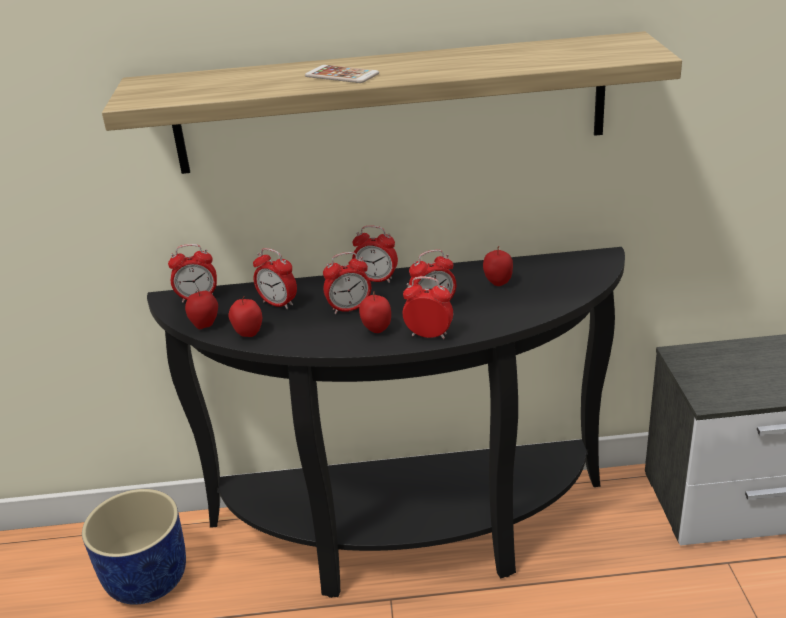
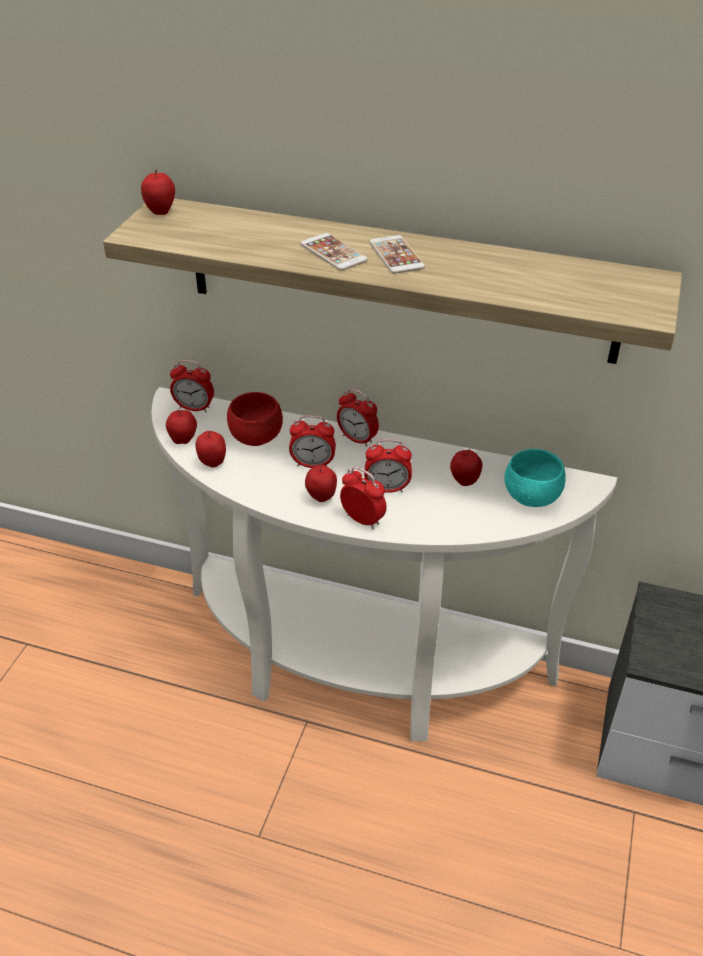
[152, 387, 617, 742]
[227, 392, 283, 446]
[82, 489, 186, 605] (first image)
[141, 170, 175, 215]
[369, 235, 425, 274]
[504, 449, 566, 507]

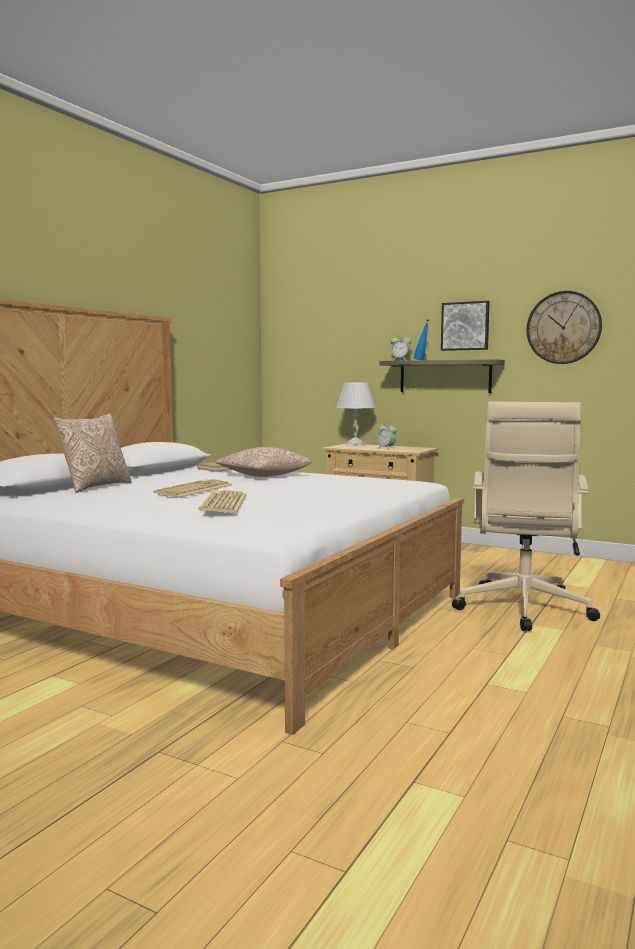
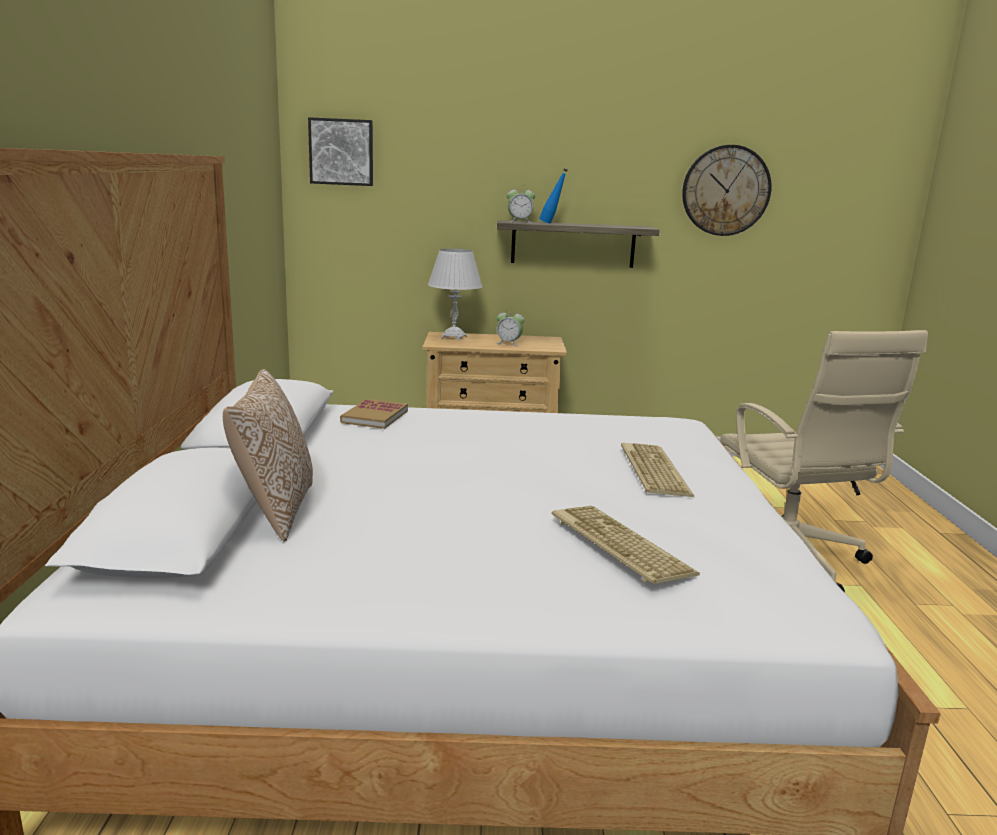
[308, 117, 373, 186]
[215, 447, 311, 477] (first image)
[621, 443, 694, 497]

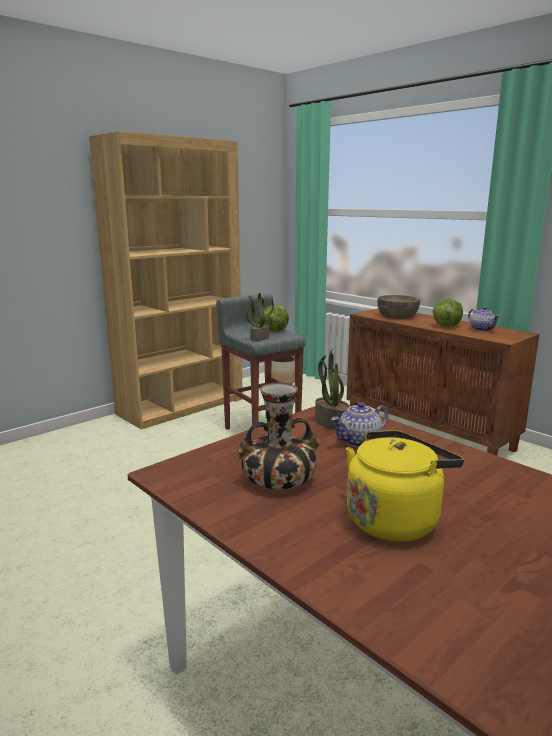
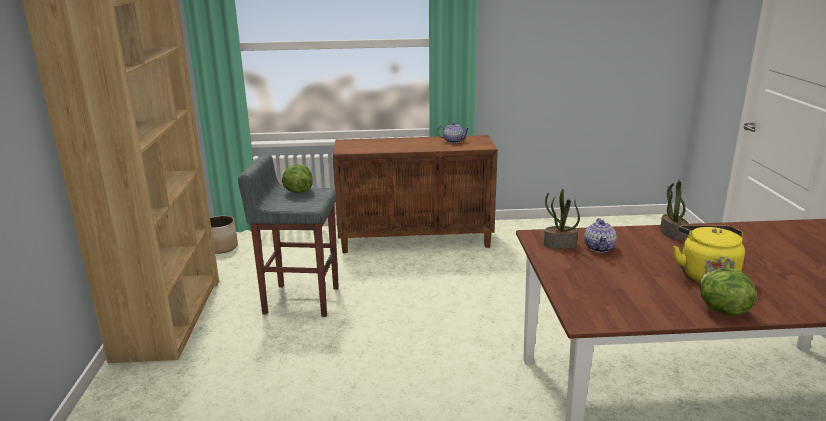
[660, 179, 689, 240]
[377, 295, 420, 319] (first image)
[700, 268, 756, 316]
[237, 382, 319, 490] (first image)

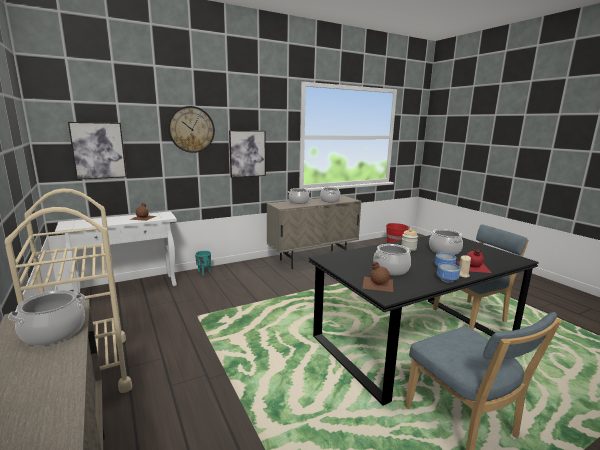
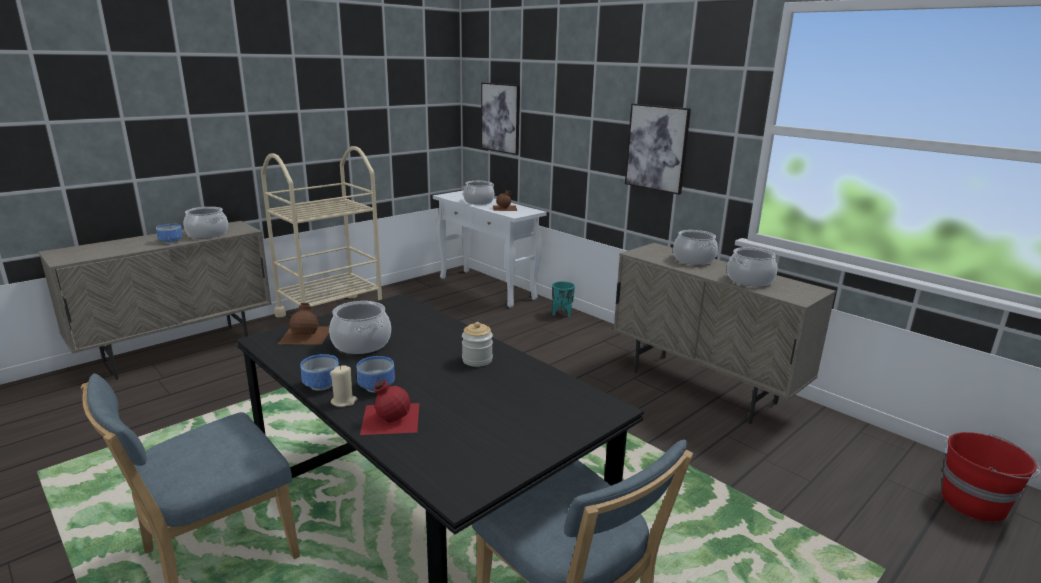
[168, 106, 215, 153] (first image)
[463, 181, 494, 205]
[156, 224, 183, 244]

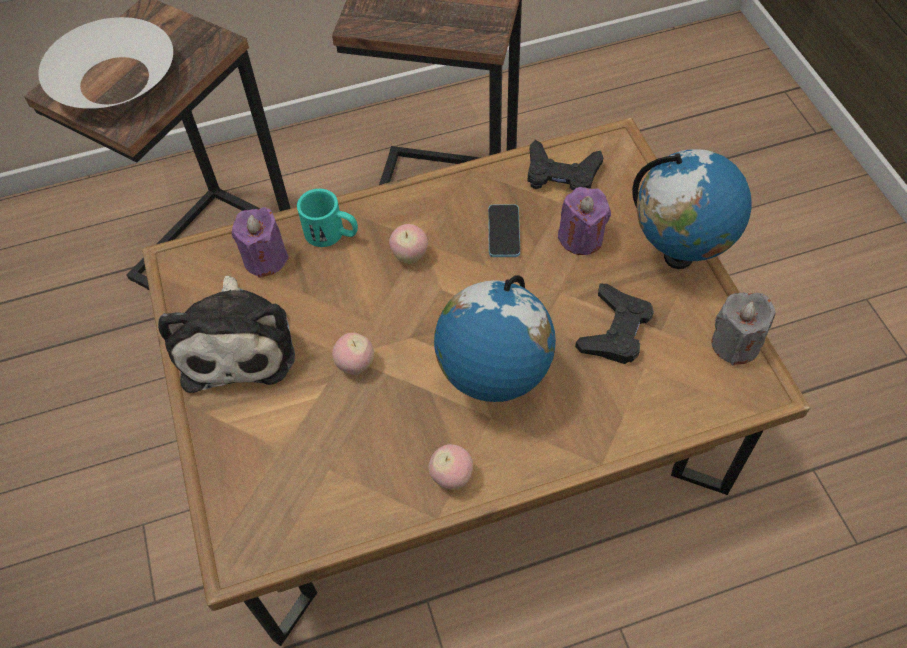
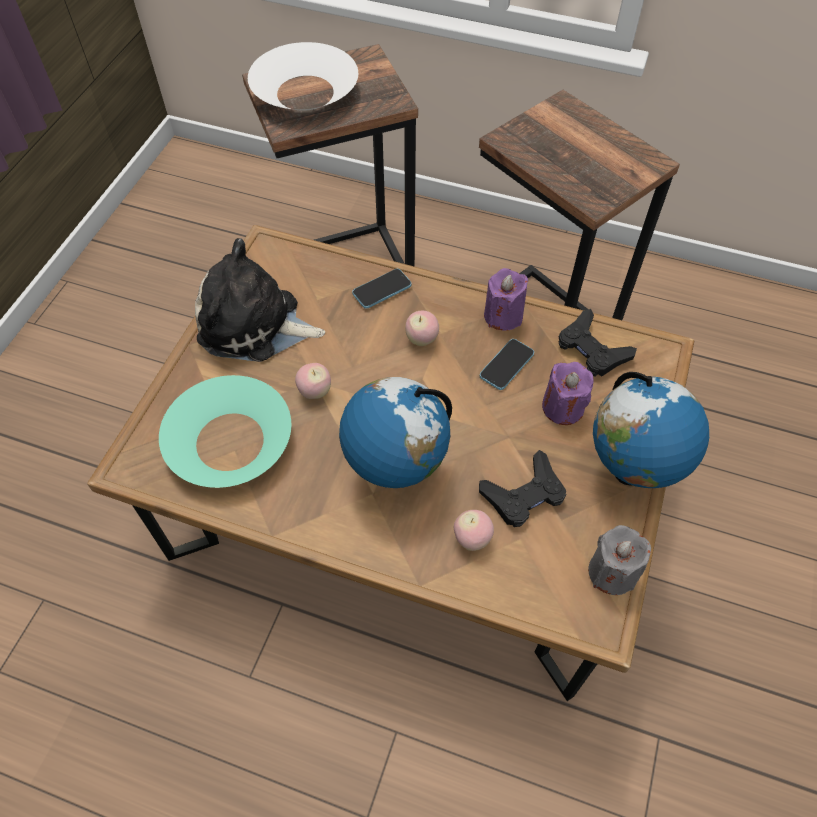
[352, 269, 411, 309]
[484, 268, 528, 331]
[195, 238, 325, 362]
[454, 510, 494, 551]
[159, 375, 291, 488]

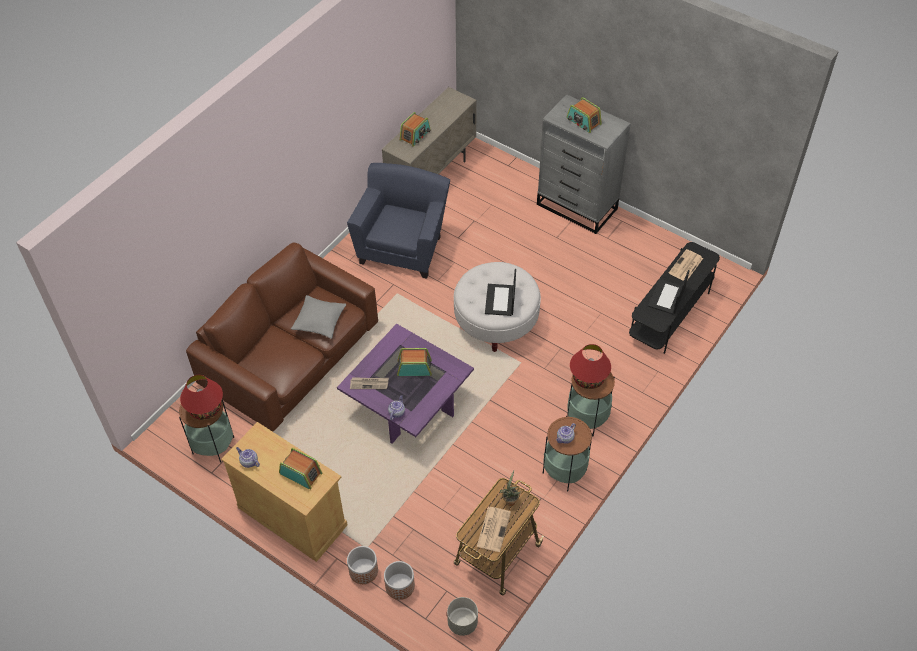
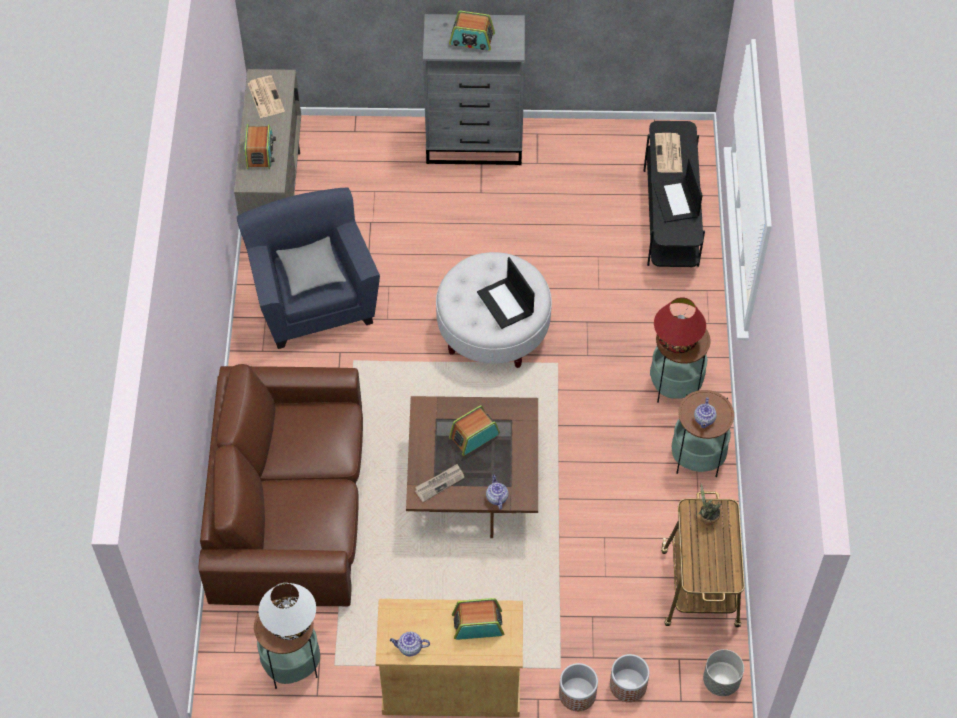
[276, 236, 346, 296]
[406, 396, 538, 538]
[259, 583, 316, 640]
[248, 75, 285, 118]

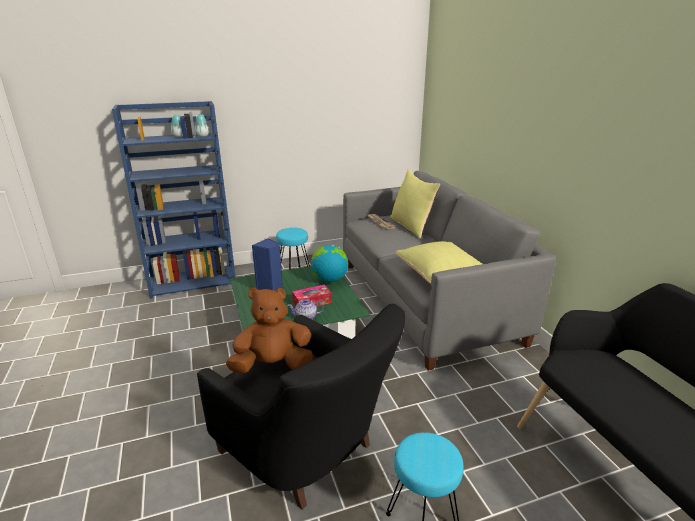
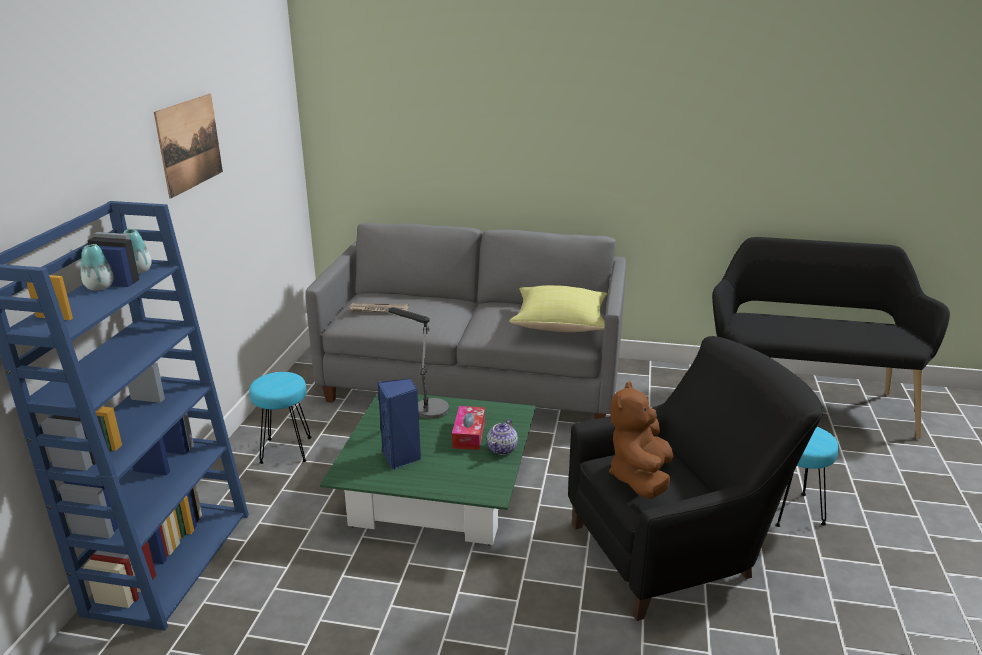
[390, 169, 440, 239] (first image)
[388, 307, 449, 419]
[154, 94, 223, 199]

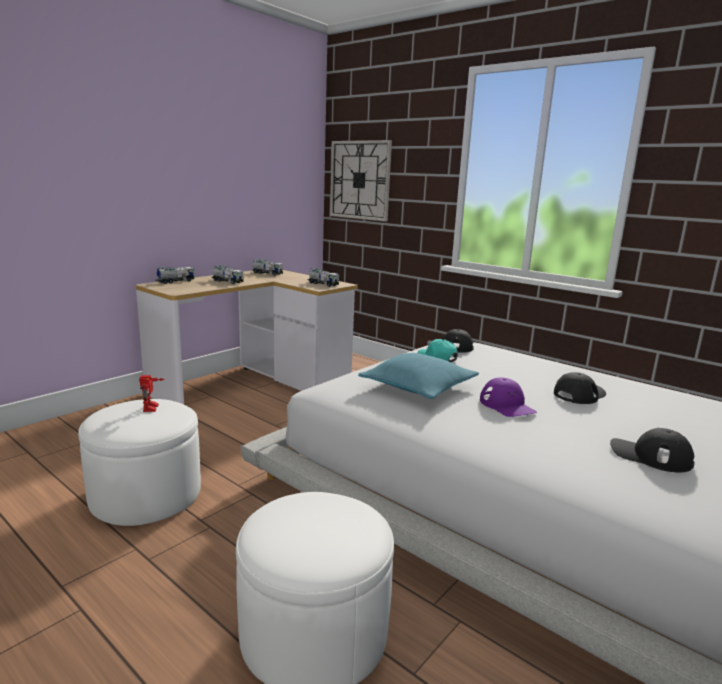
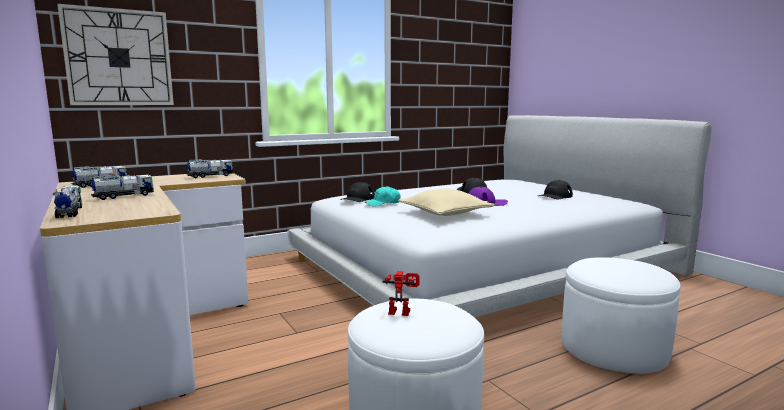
[398, 189, 495, 216]

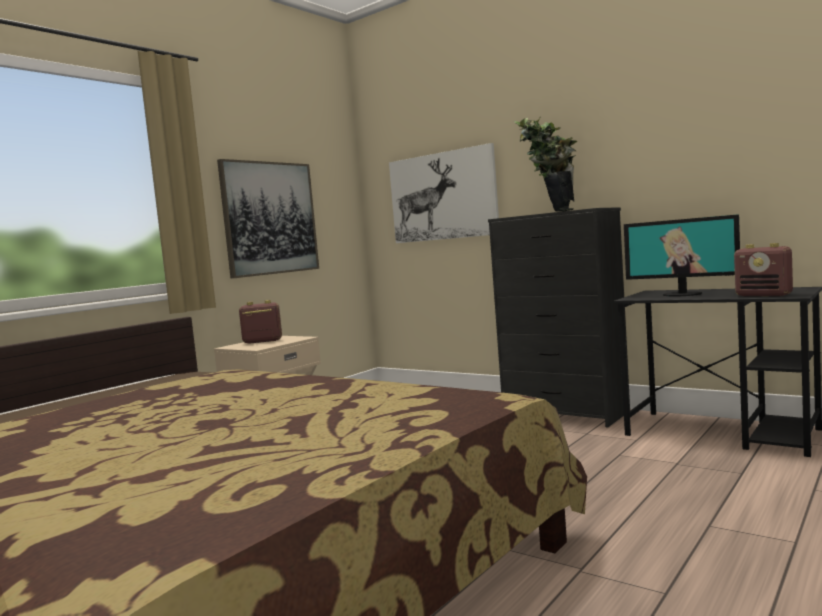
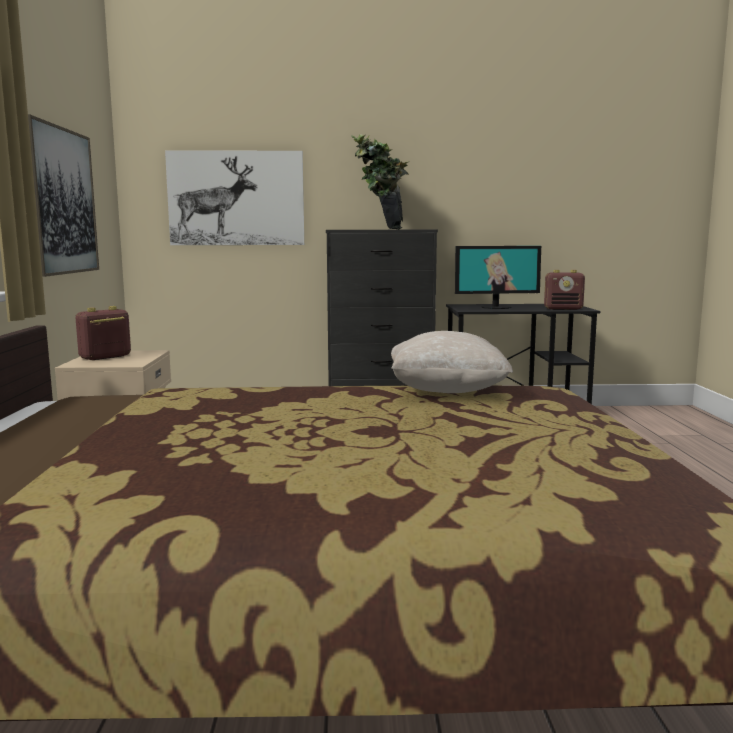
[391, 331, 513, 393]

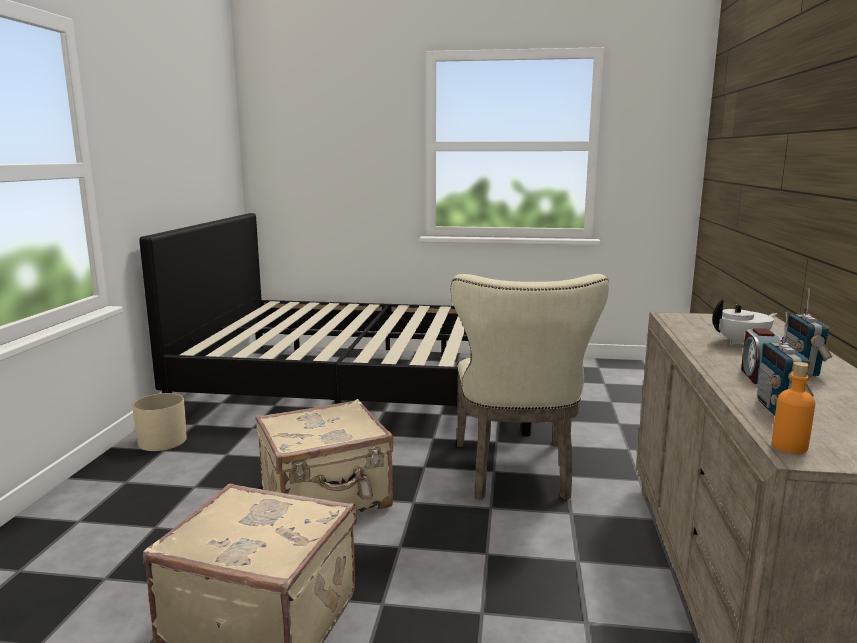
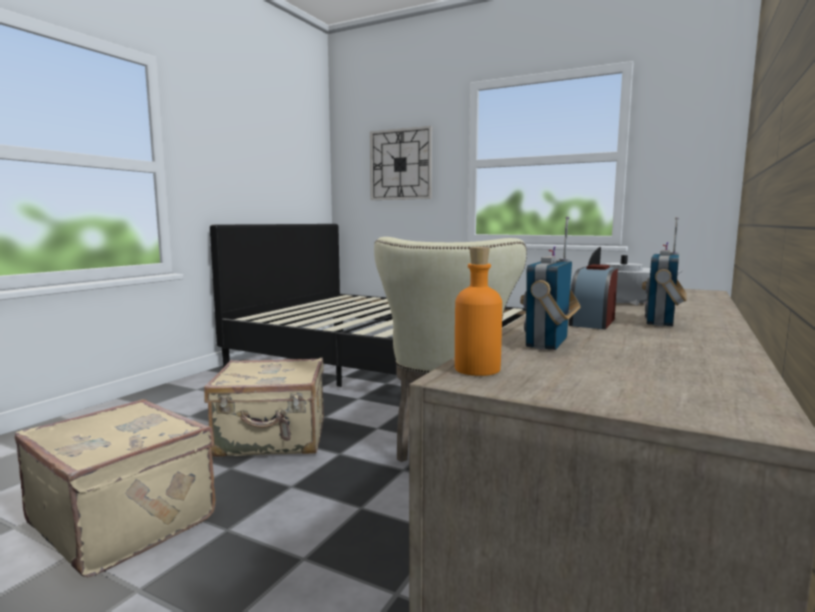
[132, 393, 187, 451] (first image)
[370, 126, 432, 200]

